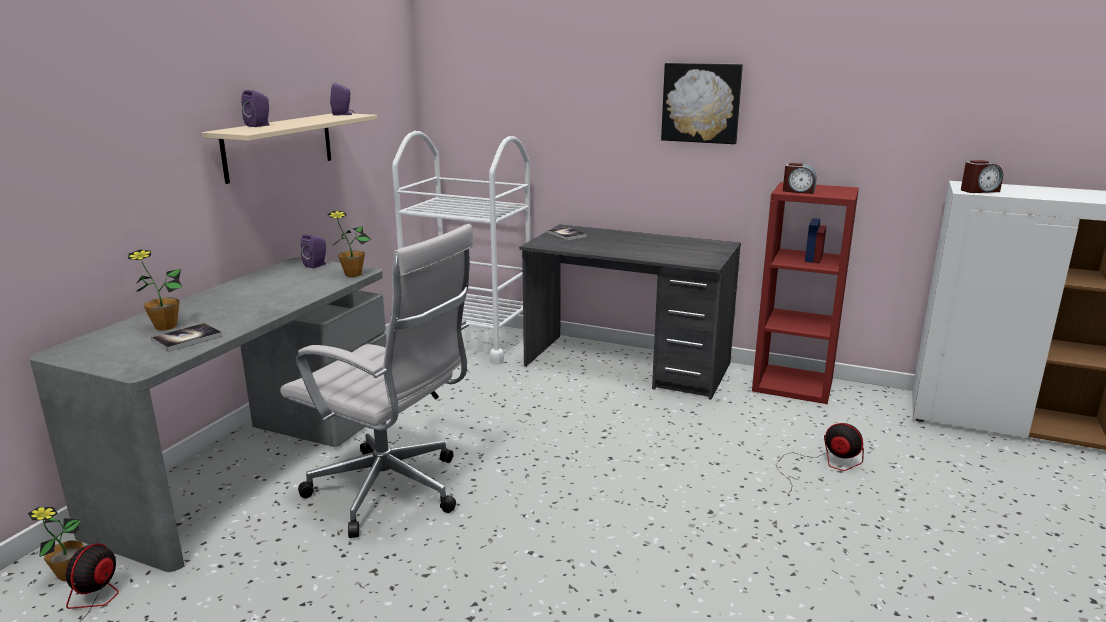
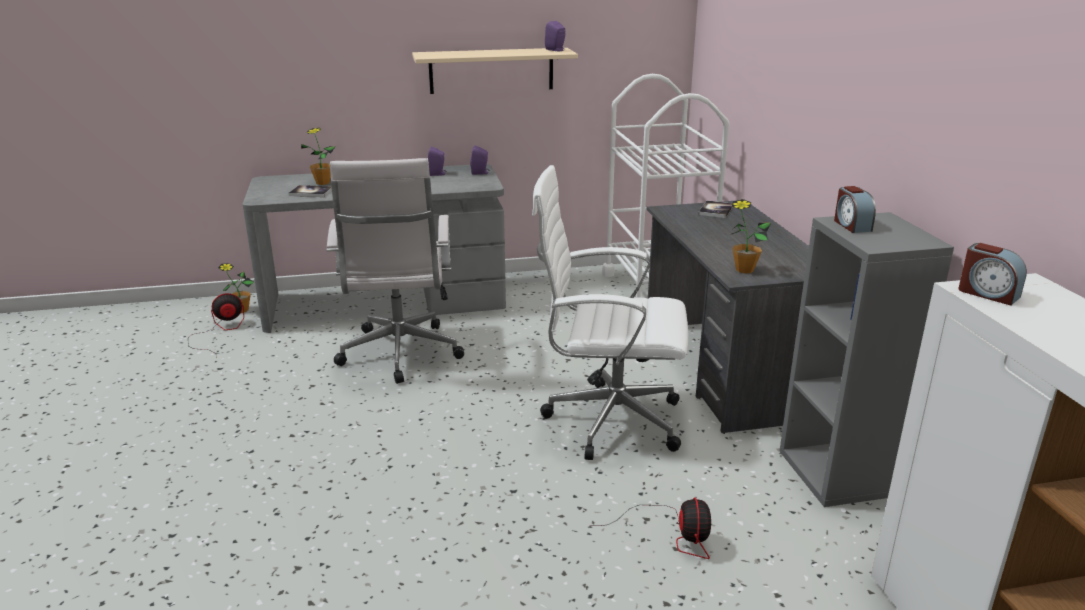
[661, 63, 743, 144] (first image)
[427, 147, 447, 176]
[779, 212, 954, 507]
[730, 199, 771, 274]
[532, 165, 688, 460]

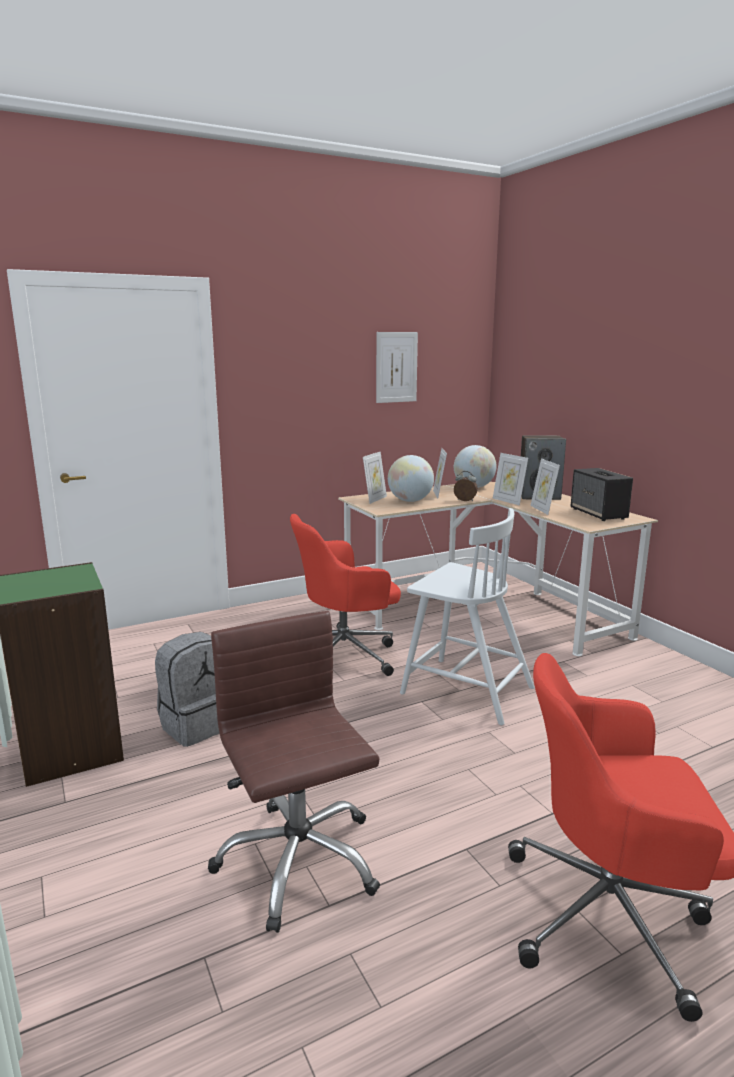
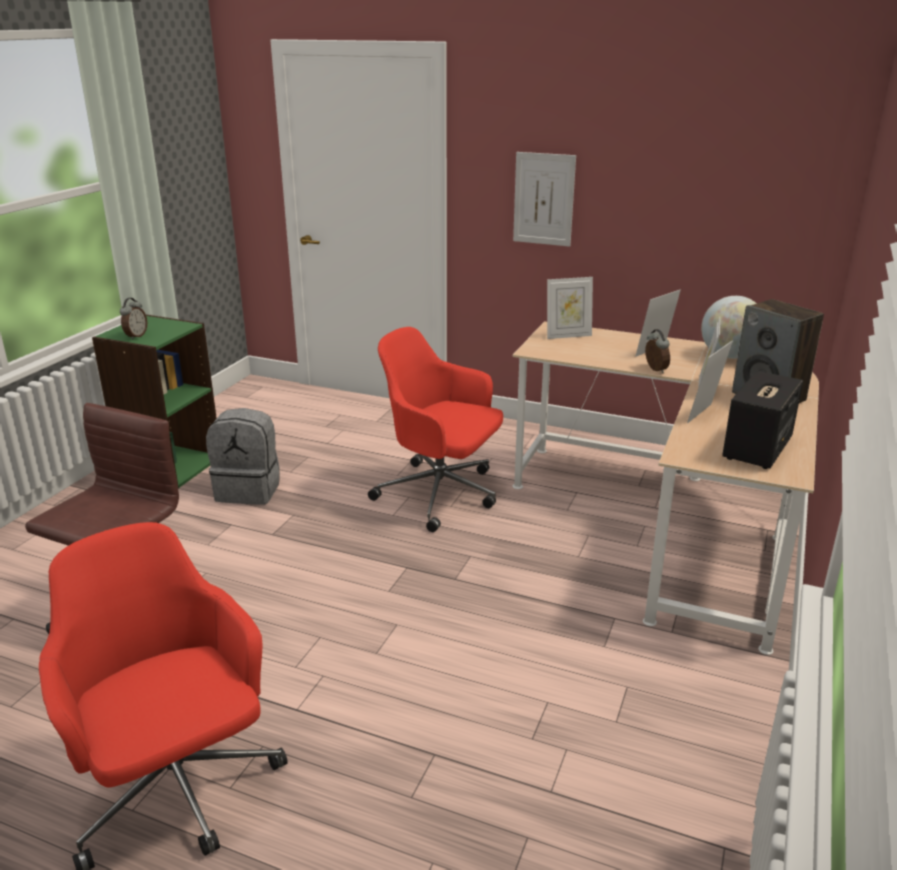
[513, 152, 576, 247]
[388, 455, 434, 502] (first image)
[400, 508, 535, 725] (first image)
[120, 298, 147, 340]

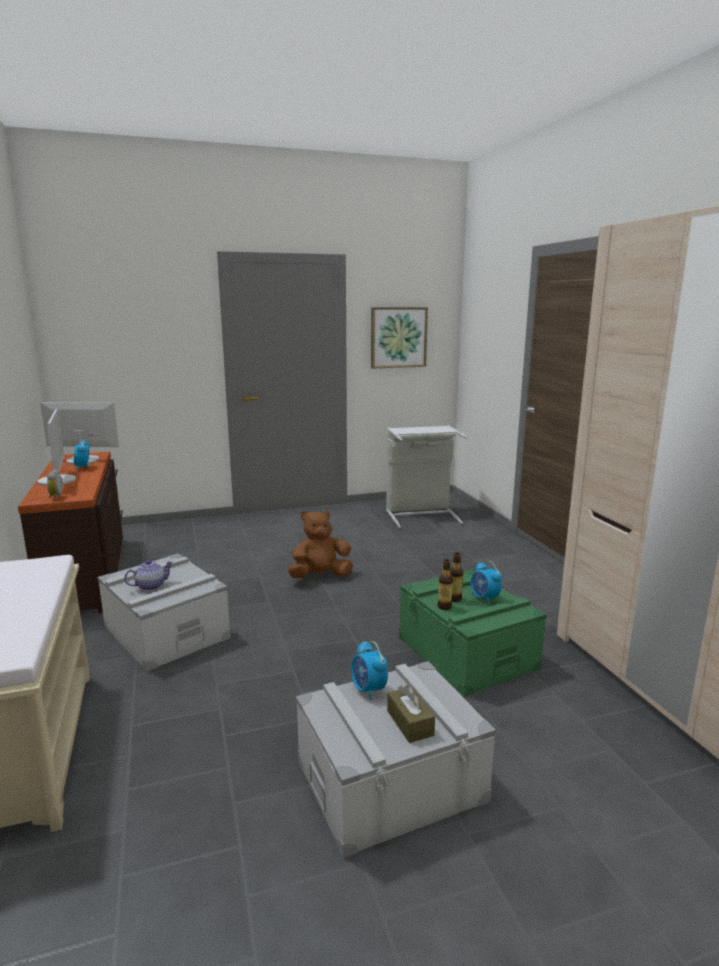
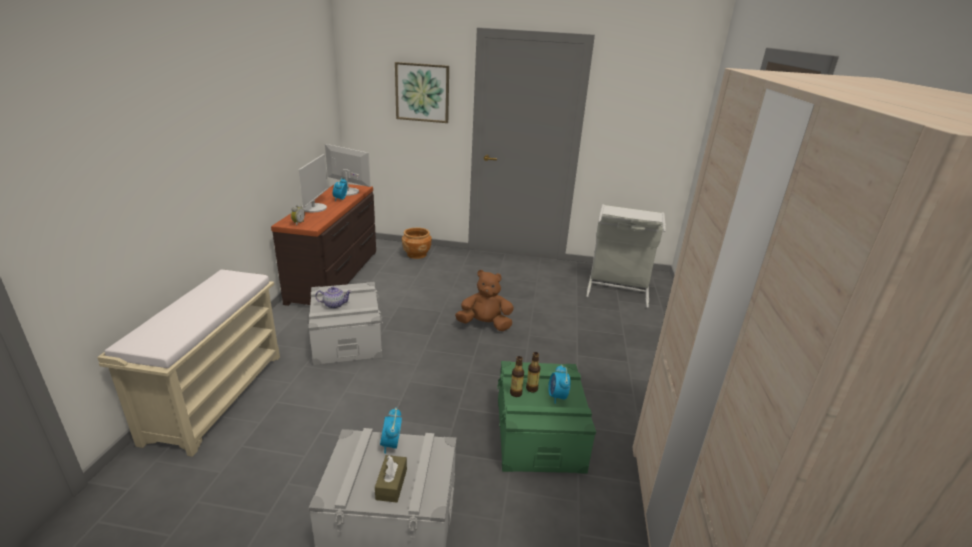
[395, 62, 449, 123]
[402, 228, 432, 259]

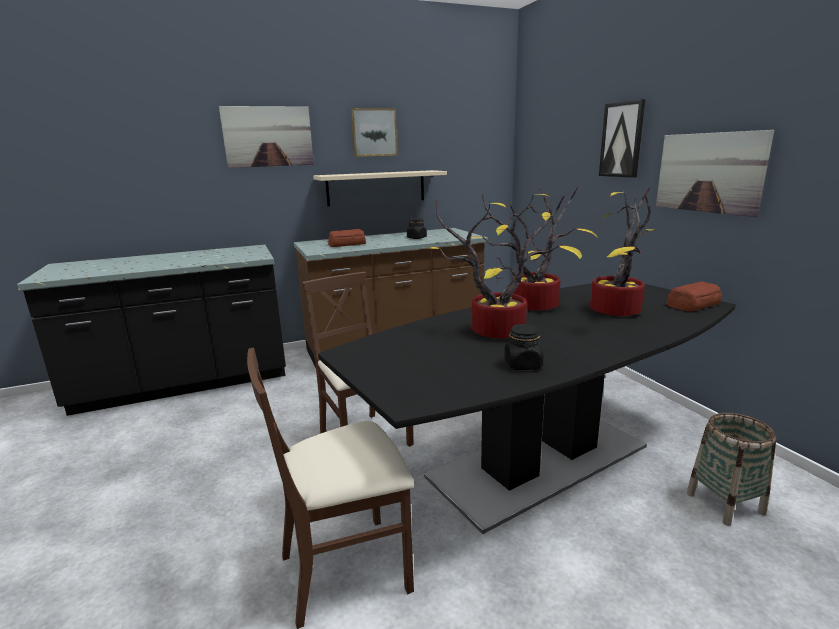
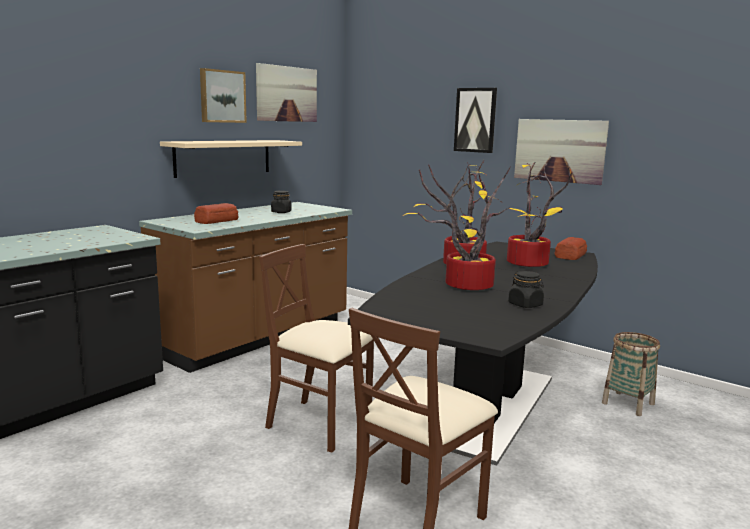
[256, 63, 317, 122]

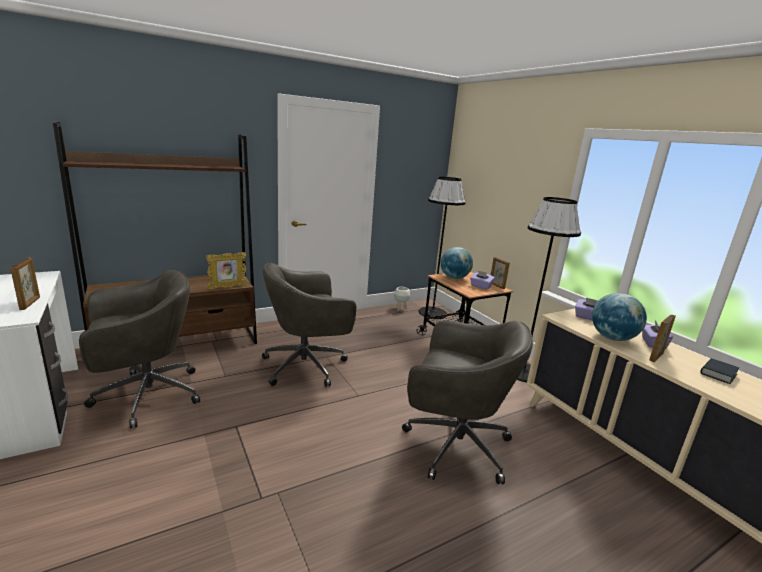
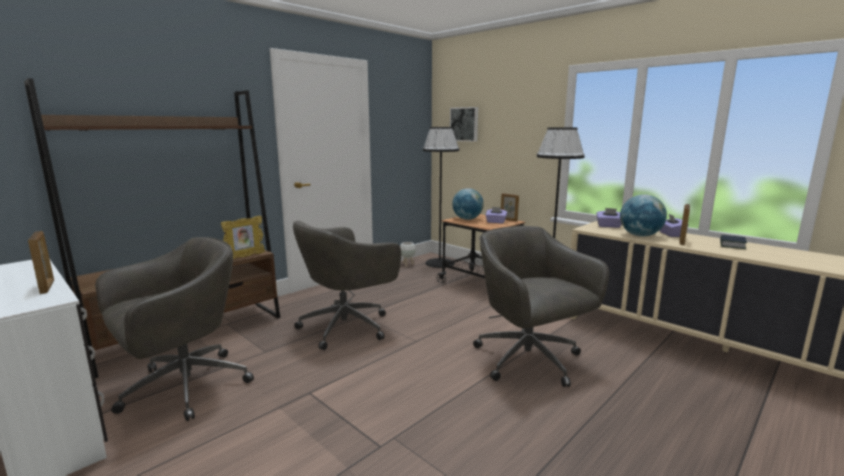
[473, 226, 609, 387]
[450, 107, 478, 142]

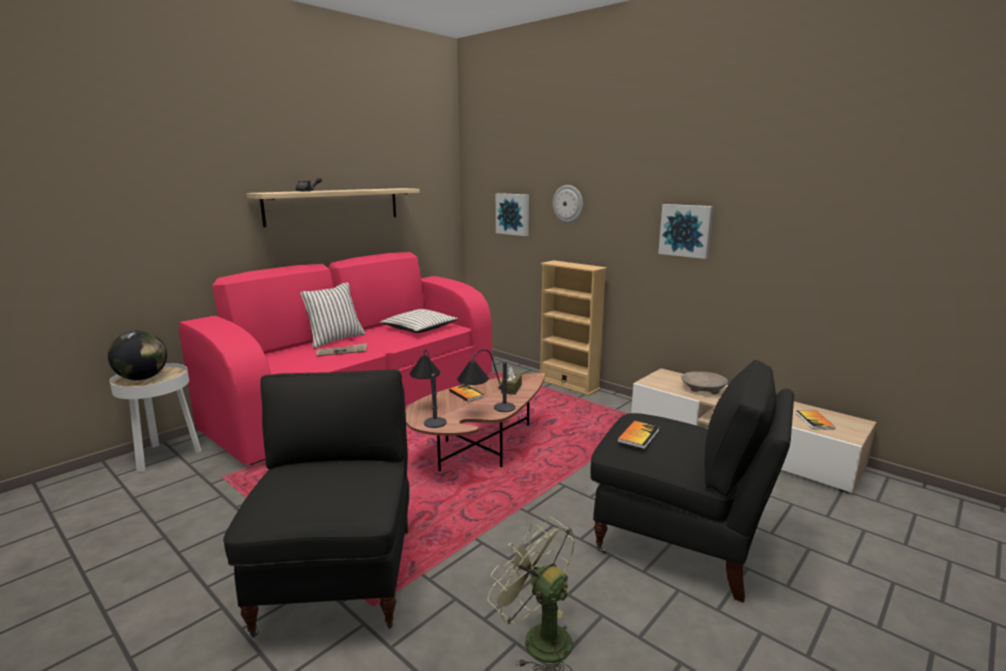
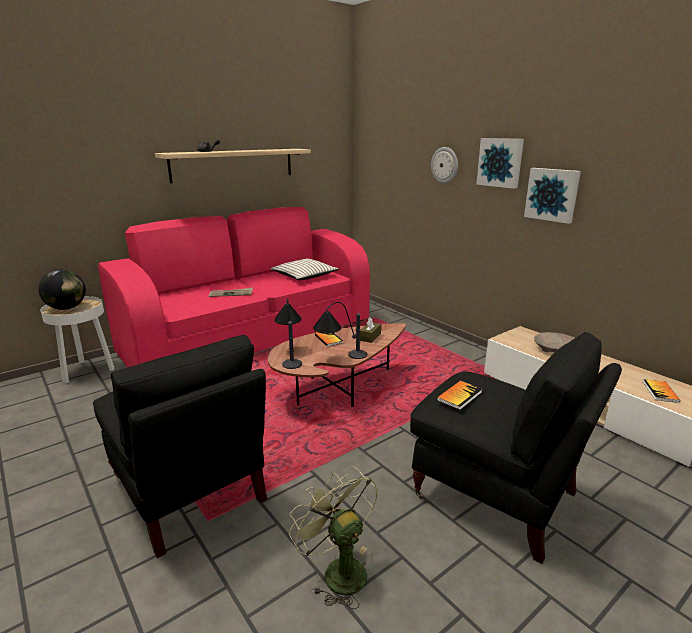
[476, 138, 524, 189]
[540, 260, 607, 396] (first image)
[300, 283, 366, 348] (first image)
[93, 335, 267, 558]

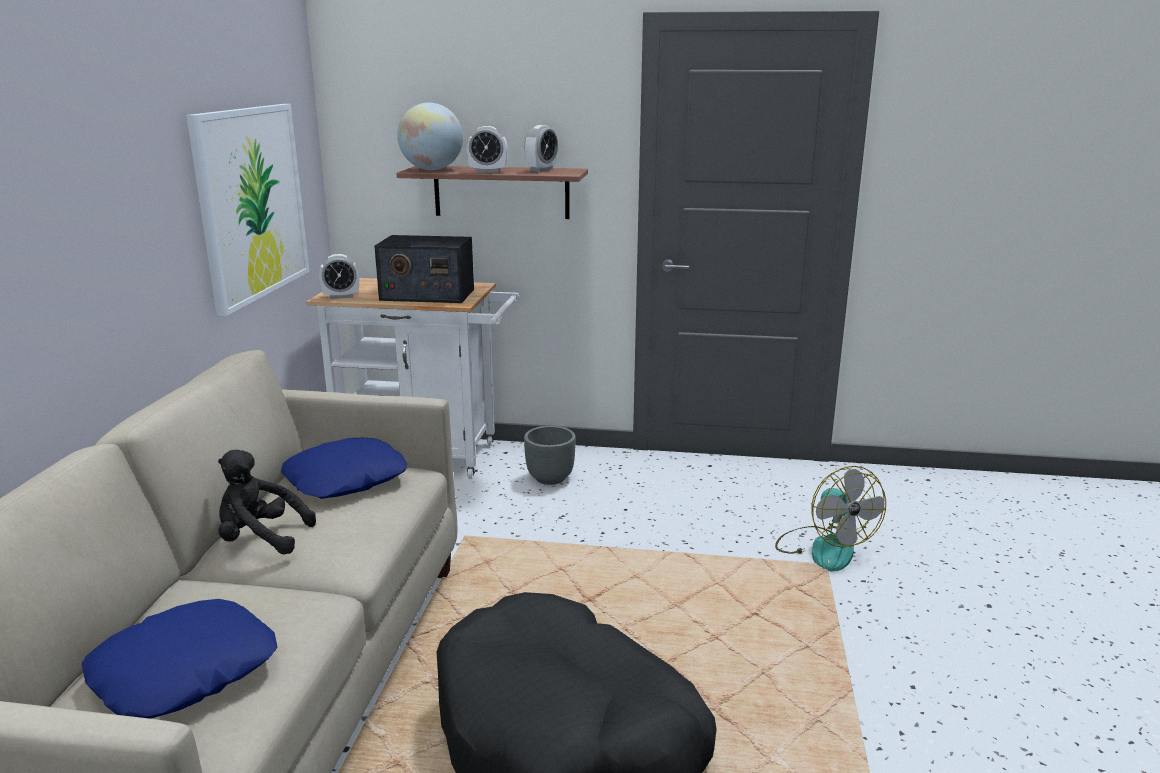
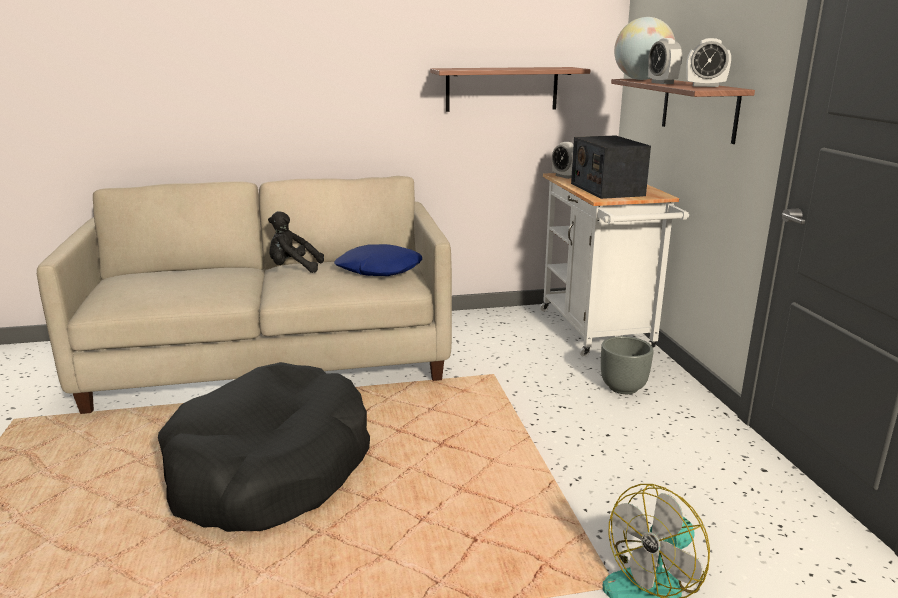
[430, 67, 590, 112]
[268, 211, 324, 273]
[82, 599, 278, 719] (first image)

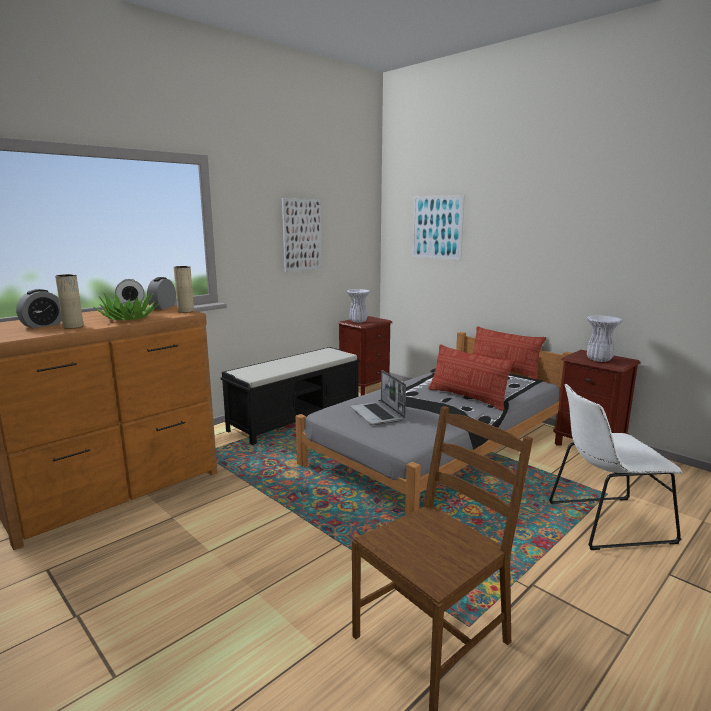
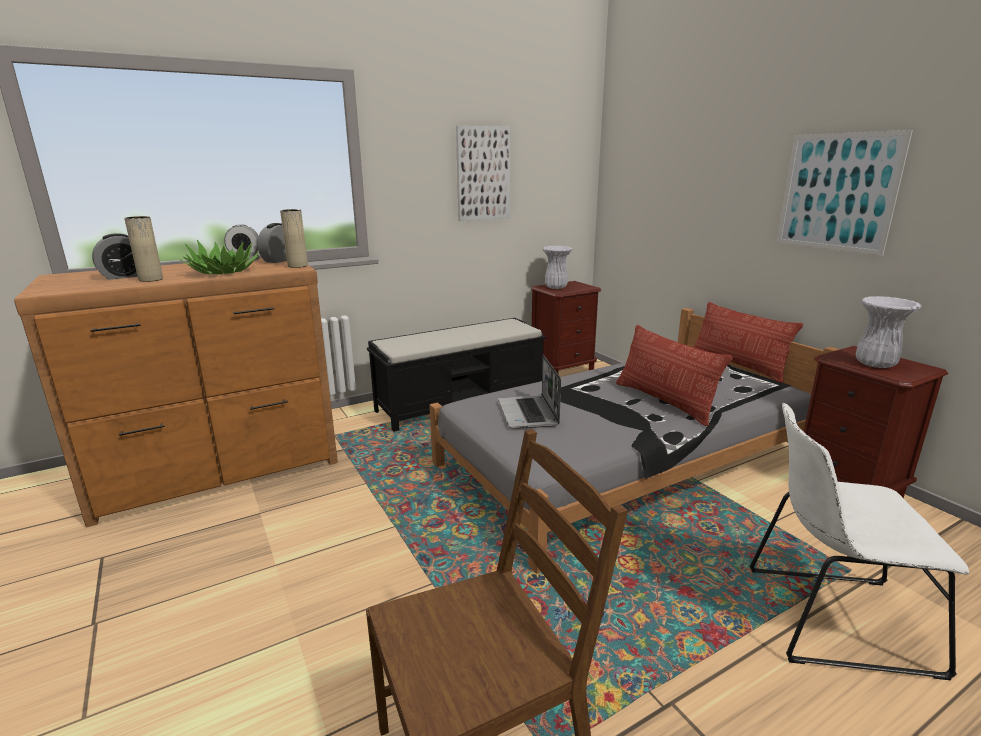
[777, 130, 913, 256]

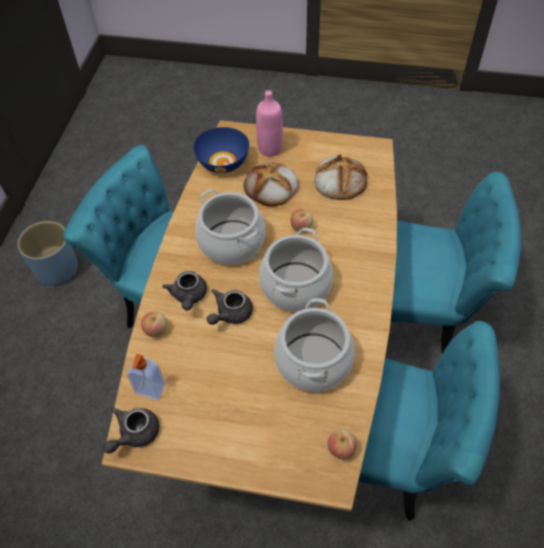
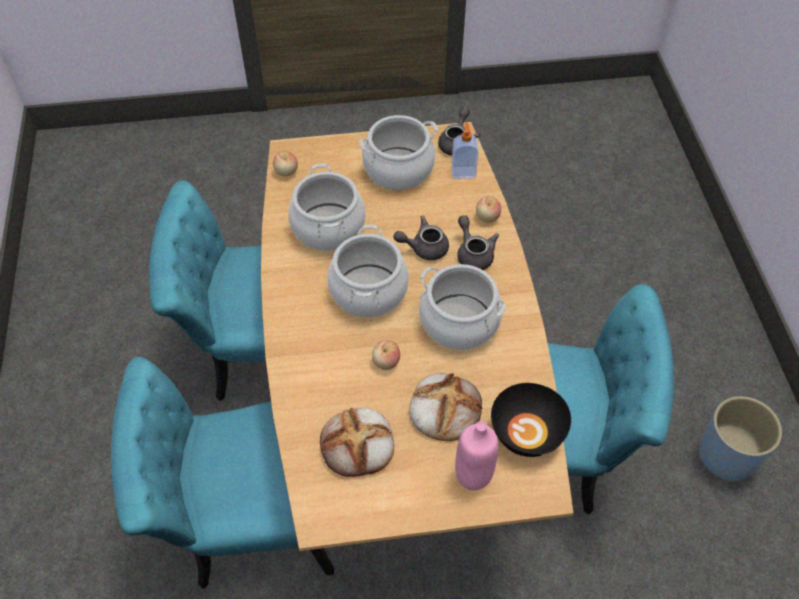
[491, 383, 571, 457]
[393, 216, 449, 260]
[359, 115, 438, 190]

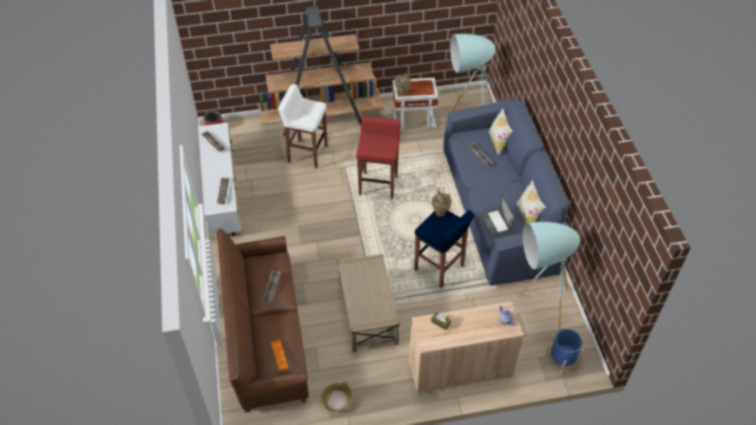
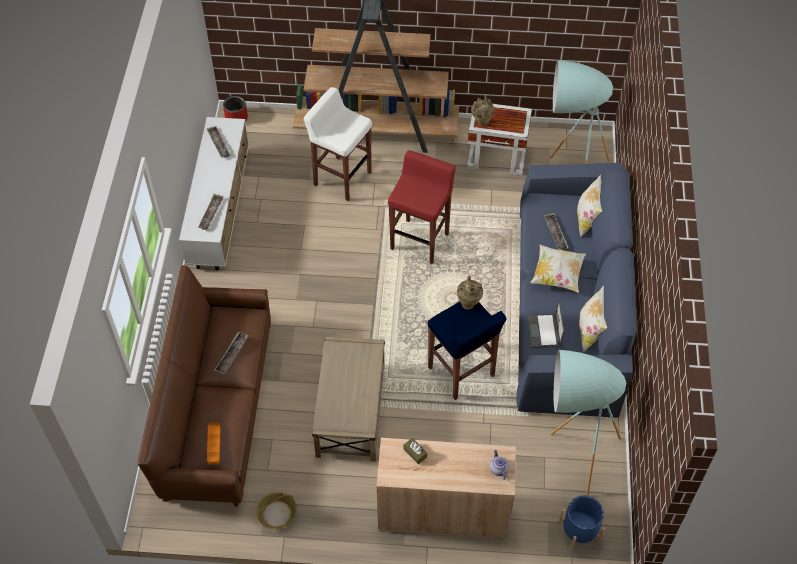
[530, 245, 586, 293]

